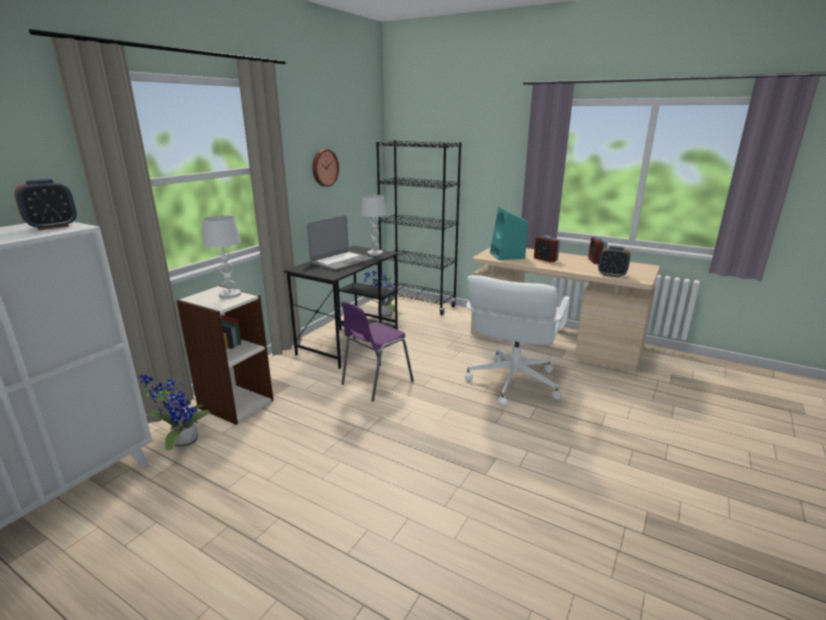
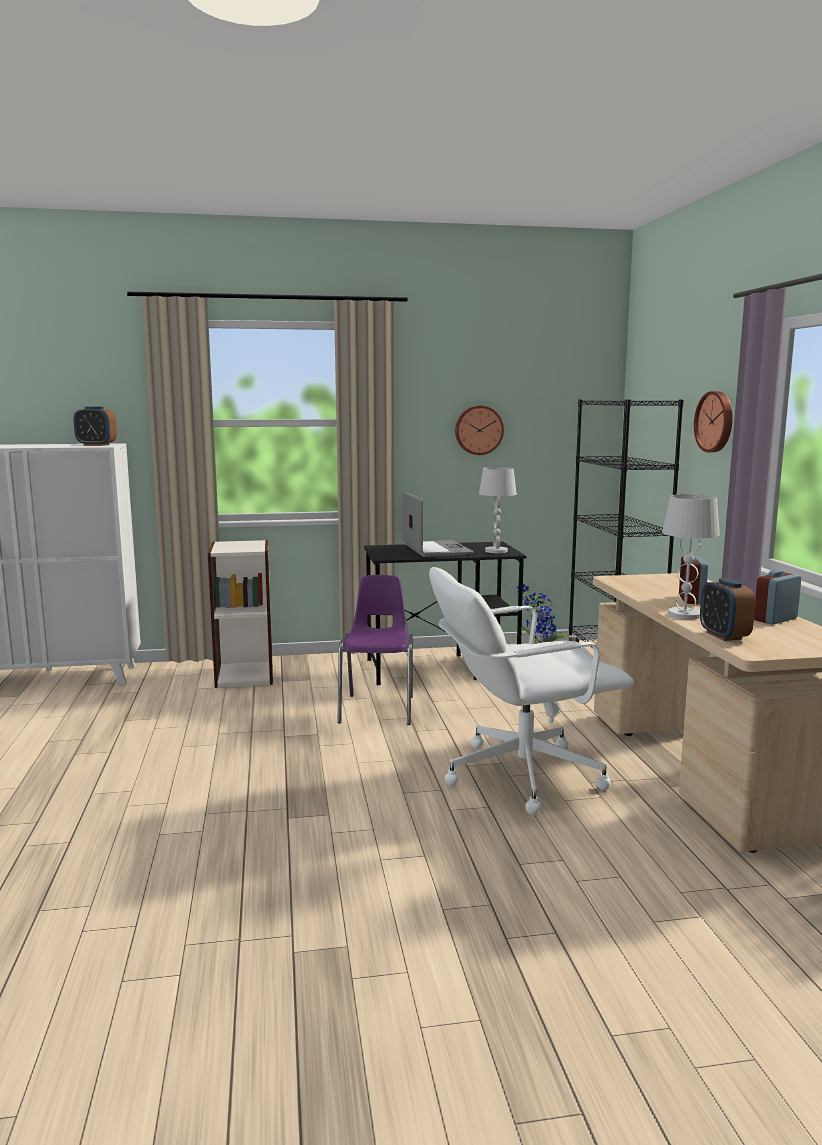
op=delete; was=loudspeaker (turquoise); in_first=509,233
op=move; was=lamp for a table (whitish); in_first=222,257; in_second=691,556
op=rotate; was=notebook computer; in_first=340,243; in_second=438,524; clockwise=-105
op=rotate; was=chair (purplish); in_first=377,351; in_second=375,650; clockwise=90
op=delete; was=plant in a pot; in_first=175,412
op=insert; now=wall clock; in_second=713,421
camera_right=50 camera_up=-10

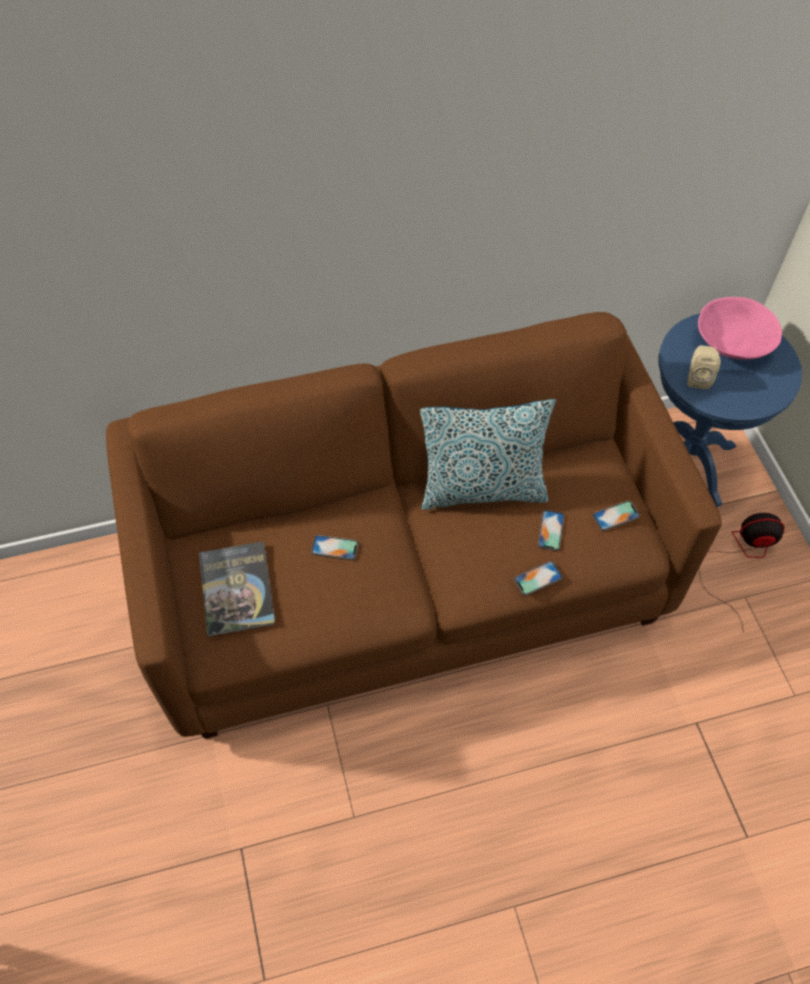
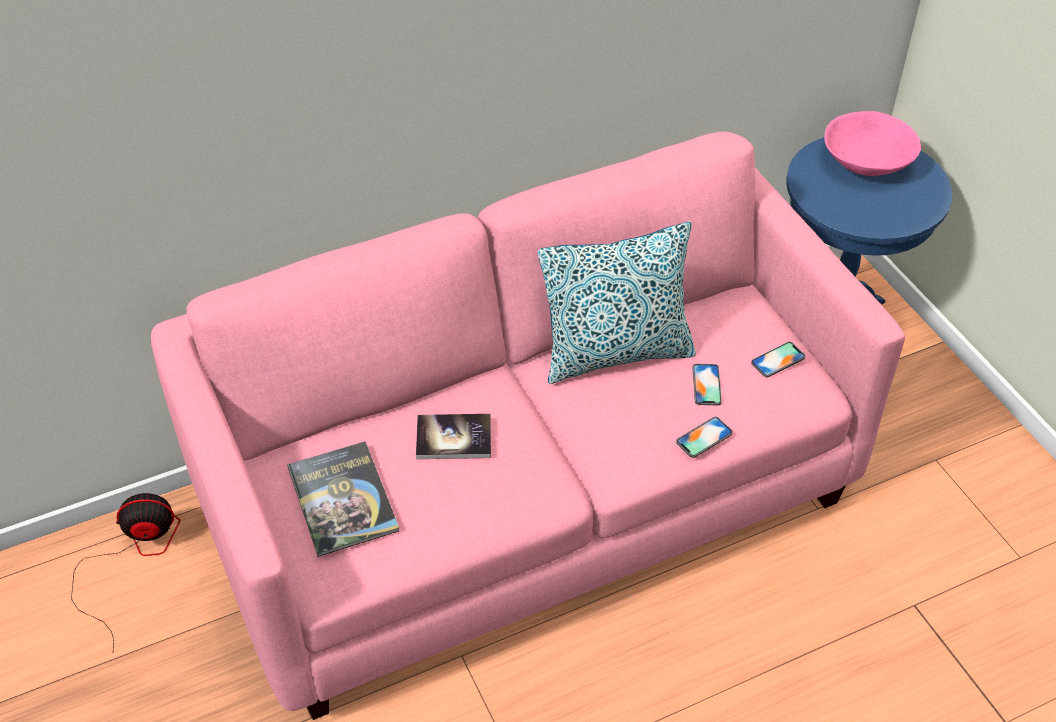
op=recolor; was=sofa (brown); now=sofa (pink-coloured); in_first=414,525; in_second=528,425
op=delete; was=loudspeaker (beige-coloured); in_first=704,367
op=move; was=fan; in_first=742,572; in_second=125,571
op=replace; was=phone; now=bound book; in_first=334,547; in_second=453,436
camera_right=-10 camera_up=-10

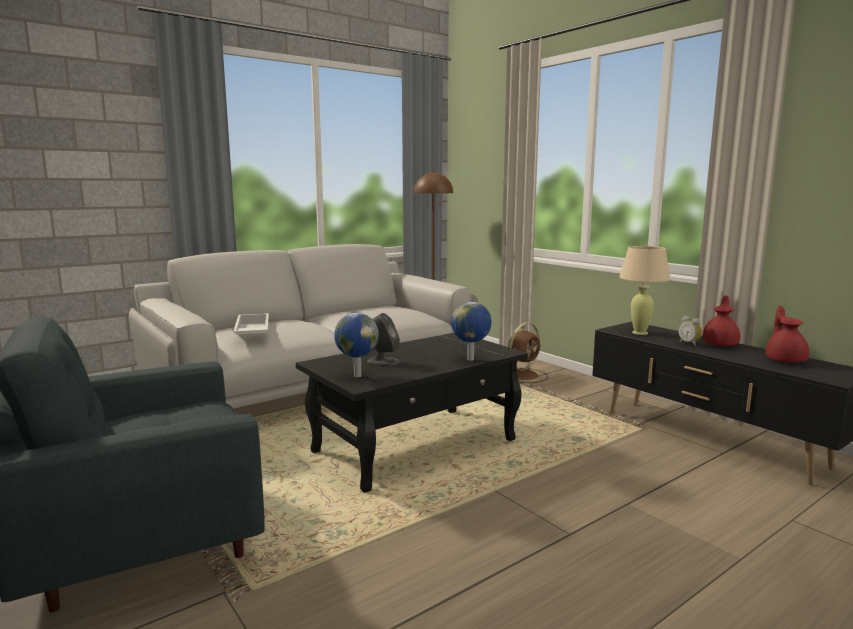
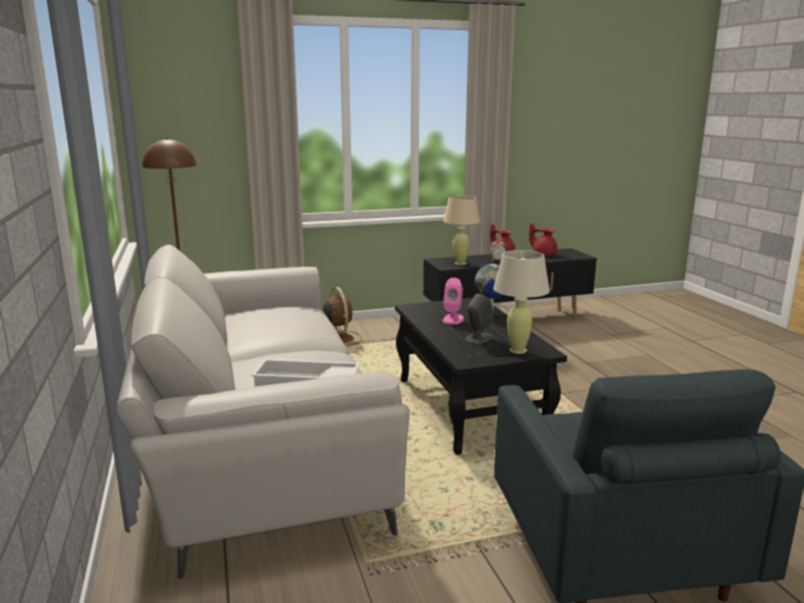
op=replace; was=world globe; now=lamp for a table (beige-coloured); in_first=356,345; in_second=521,302
op=insert; now=loudspeaker (pink-coloured); in_second=453,301
camera_right=-70 camera_up=5

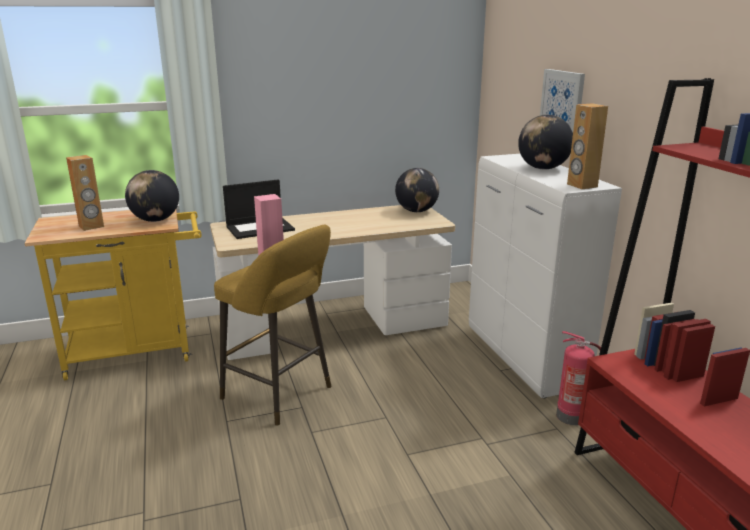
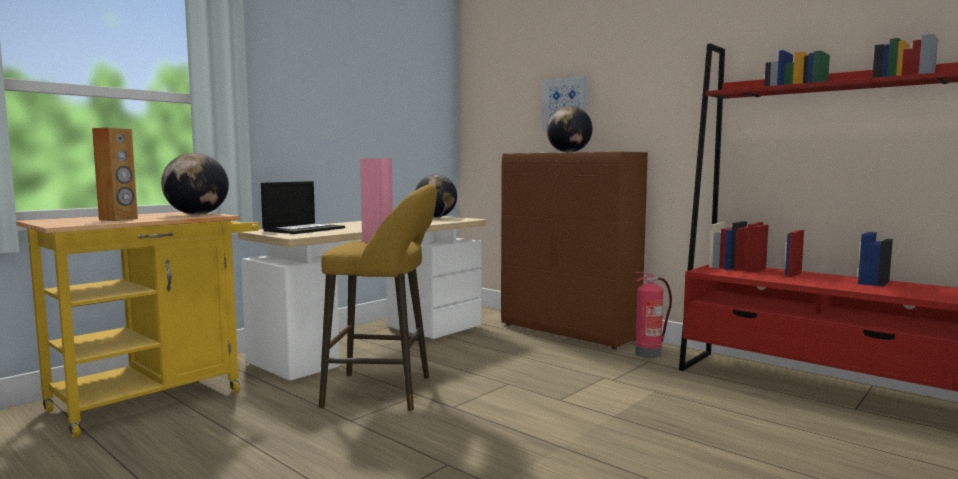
op=delete; was=loudspeaker (brown); in_first=587,146
op=recolor; was=cupboard (whitish); now=cupboard (brown); in_first=545,276; in_second=574,250
camera_right=-30 camera_up=-15

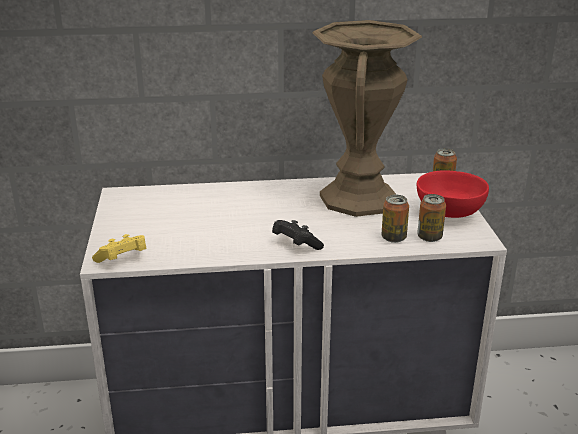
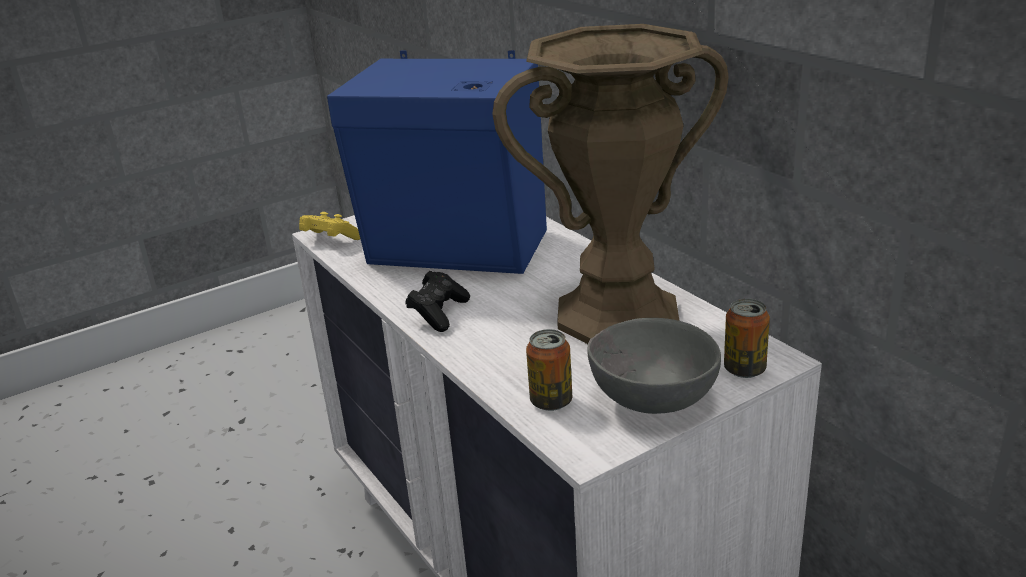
op=recolor; was=deep dish (red-coloured); now=deep dish (greyish); in_first=453,194; in_second=654,366
op=delete; was=sealed can; in_first=395,219
op=insert; now=loudspeaker (bluish); in_second=437,162
camera_right=65 camera_up=0

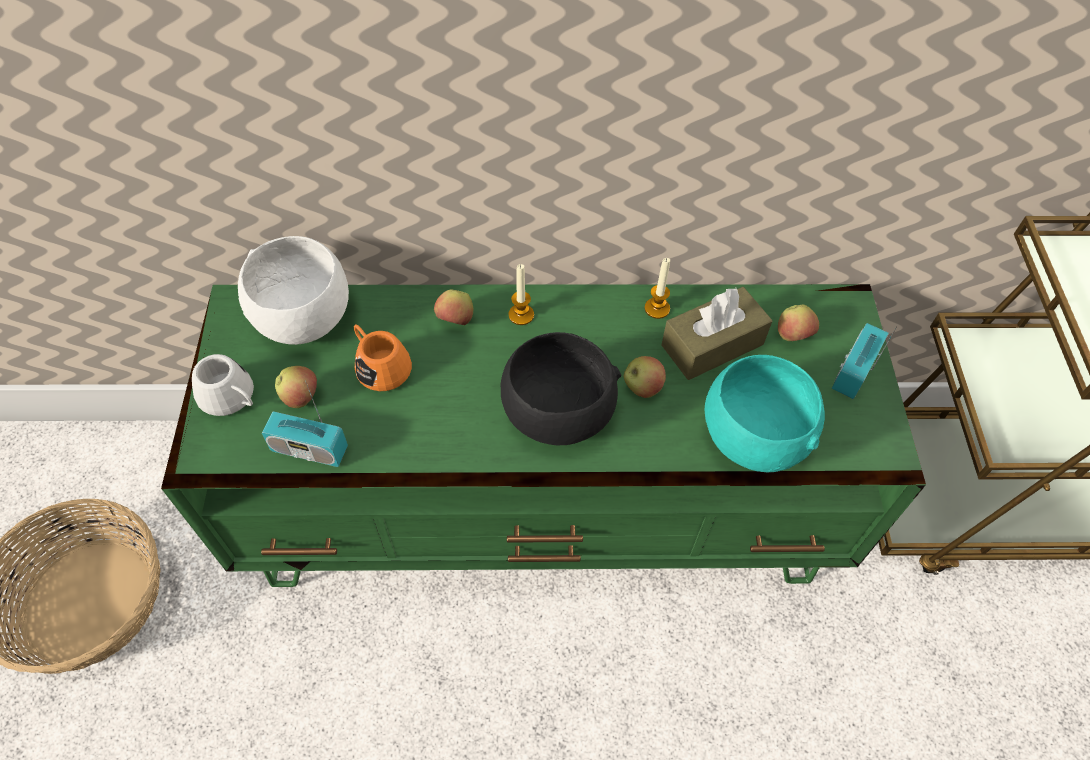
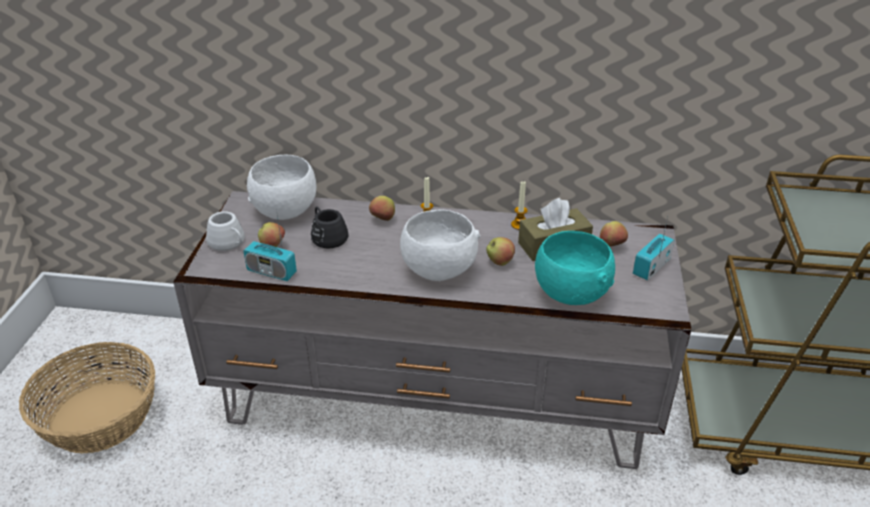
op=recolor; was=media console (green-coloured); now=media console (greyish); in_first=543,435; in_second=432,330
op=recolor; was=tea mug (orangey); now=tea mug (black); in_first=383,357; in_second=330,227
op=recolor; was=deep dish (black); now=deep dish (whitish); in_first=561,388; in_second=440,245
camera_right=10 camera_up=-20

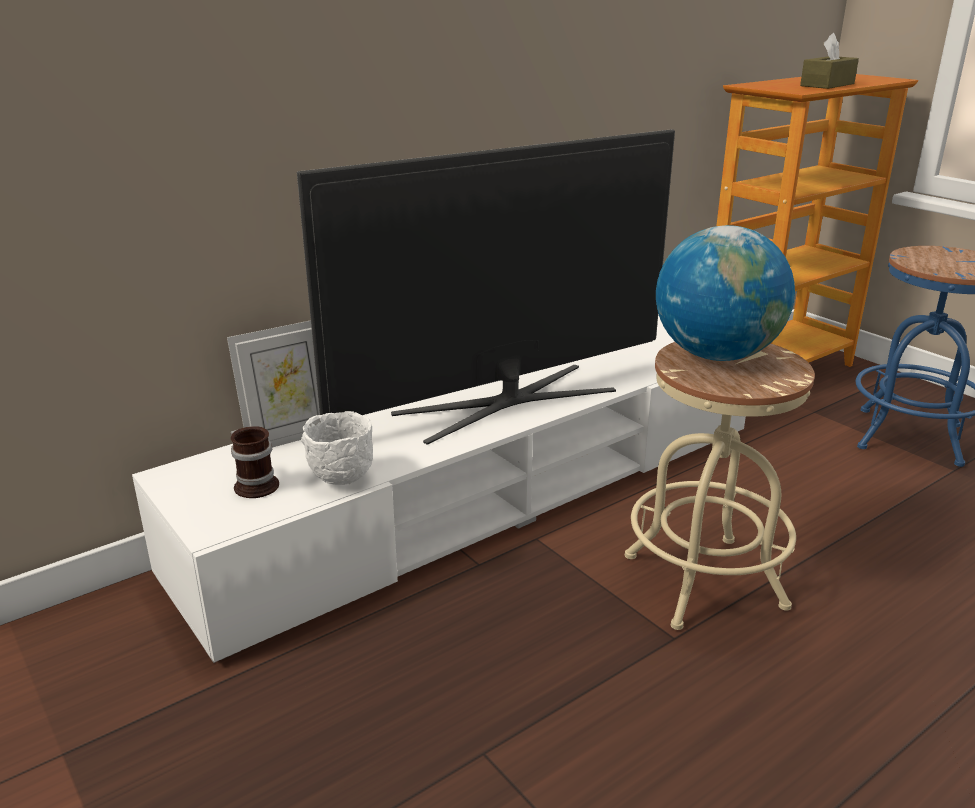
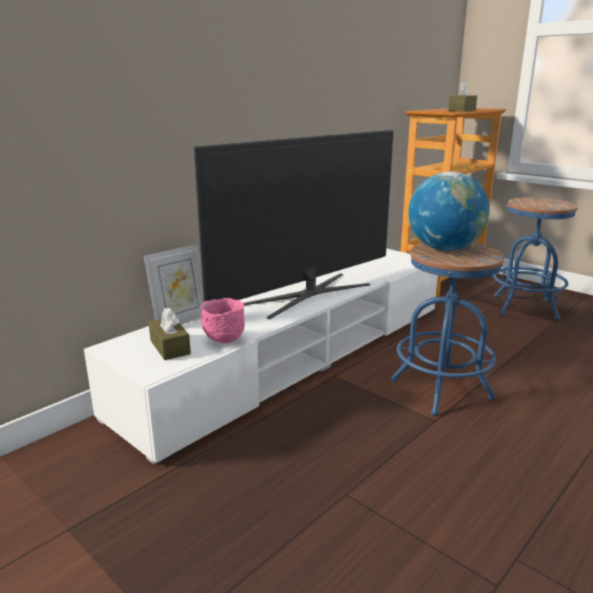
op=recolor; was=stool seat (beige-coloured); now=stool seat (bluish); in_first=720,486; in_second=447,329
op=recolor; was=deep dish (whitish); now=deep dish (pink-coloured); in_first=337,448; in_second=223,320
op=replace; was=tea mug; now=tissue box (brown); in_first=255,462; in_second=170,334
camera_right=-10 camera_up=-5

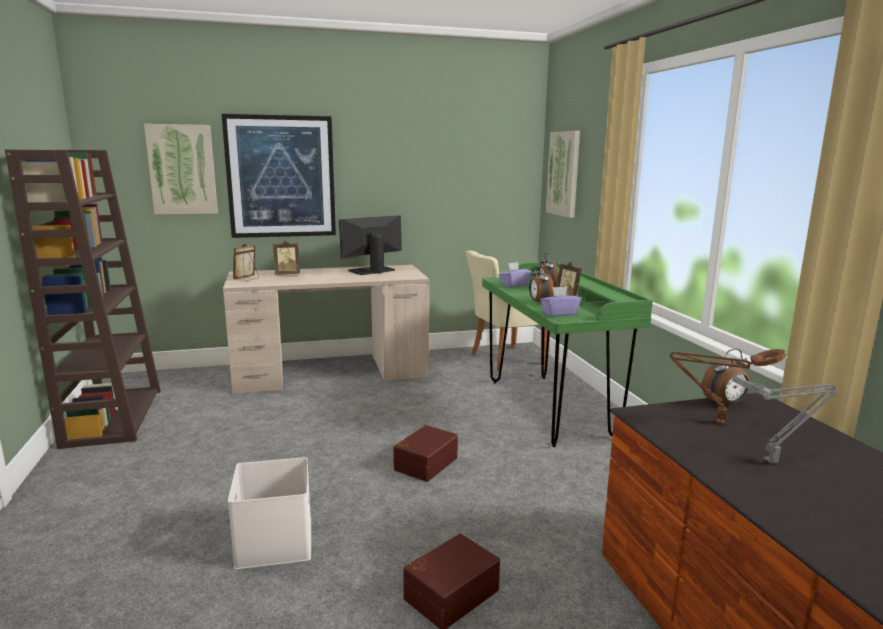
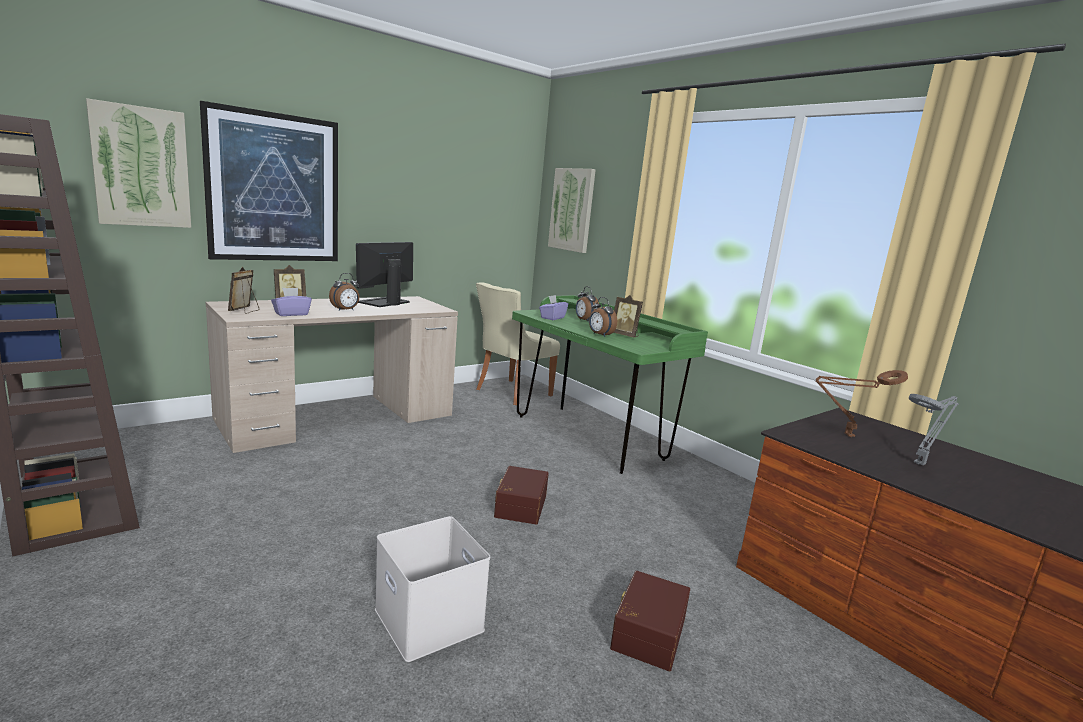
op=move; was=tissue box (purplish); in_first=560,301; in_second=291,302
op=move; was=table clock; in_first=726,377; in_second=344,292
camera_right=-25 camera_up=0

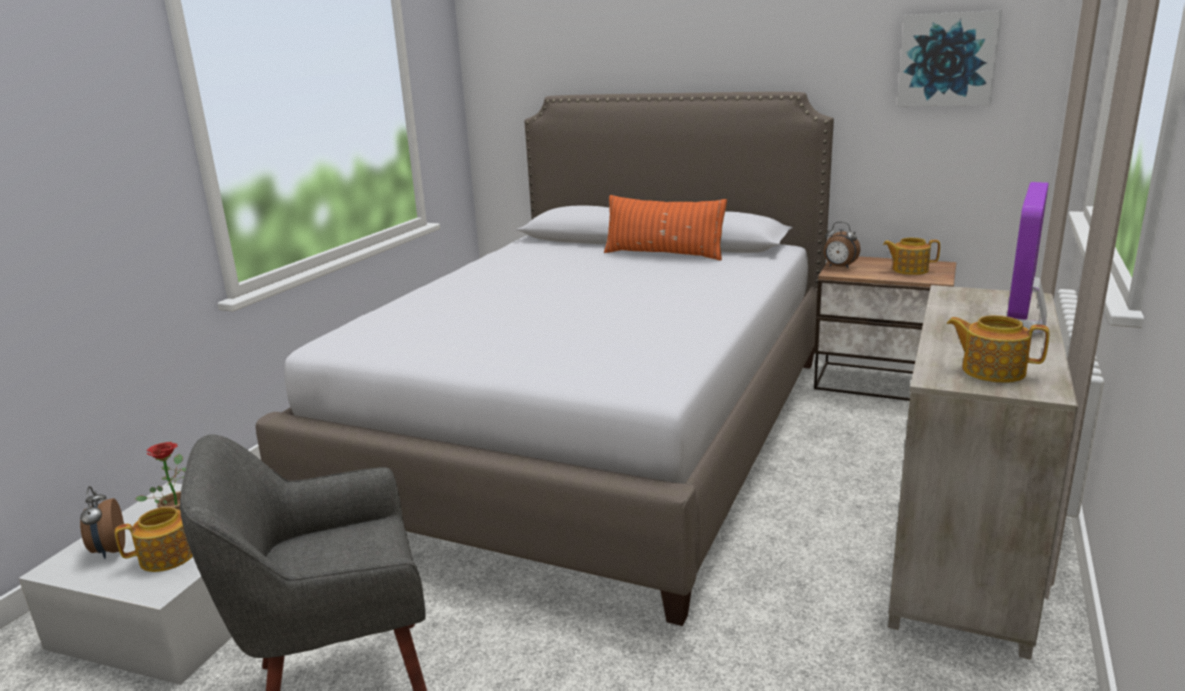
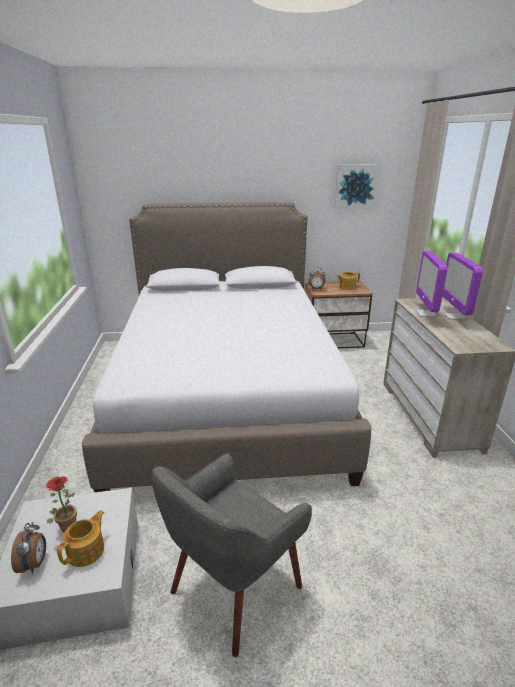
op=delete; was=cushion (orangey); in_first=665,228
op=delete; was=teapot; in_first=998,349
op=rotate; was=table clock; in_first=102,522; in_second=28,547; clockwise=-135
op=insert; now=monitor; in_second=432,284
camera_right=-30 camera_up=5

